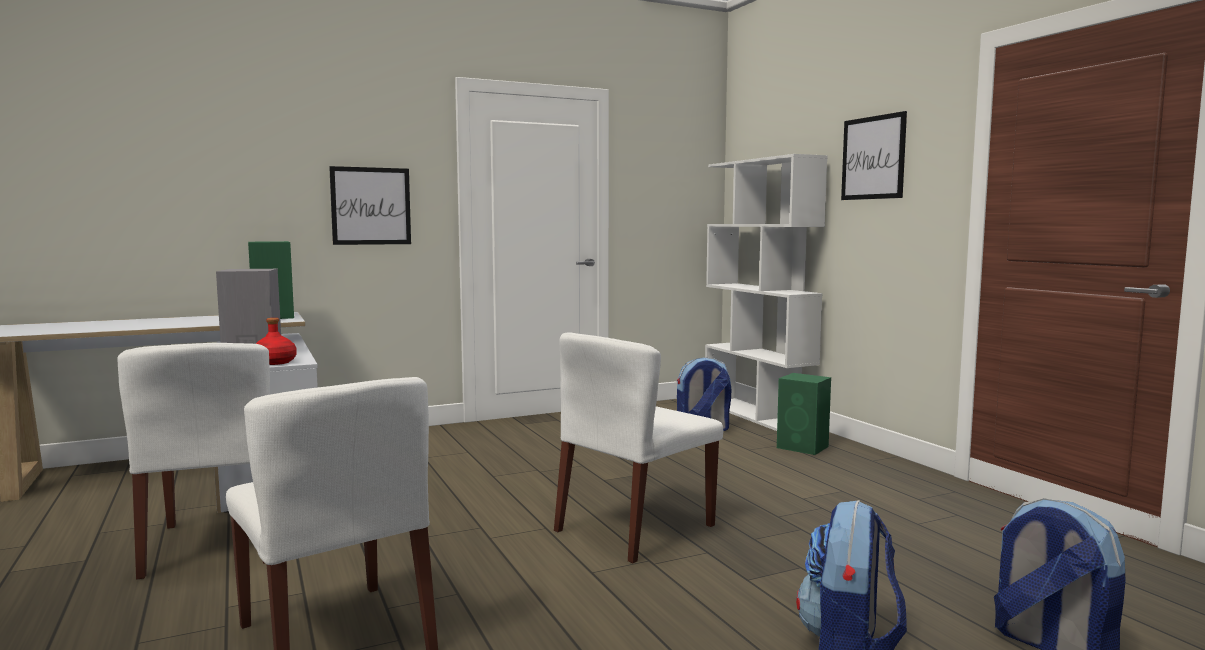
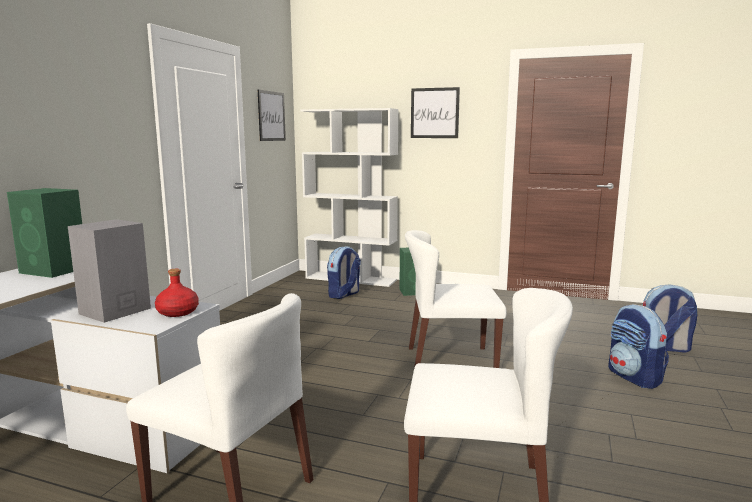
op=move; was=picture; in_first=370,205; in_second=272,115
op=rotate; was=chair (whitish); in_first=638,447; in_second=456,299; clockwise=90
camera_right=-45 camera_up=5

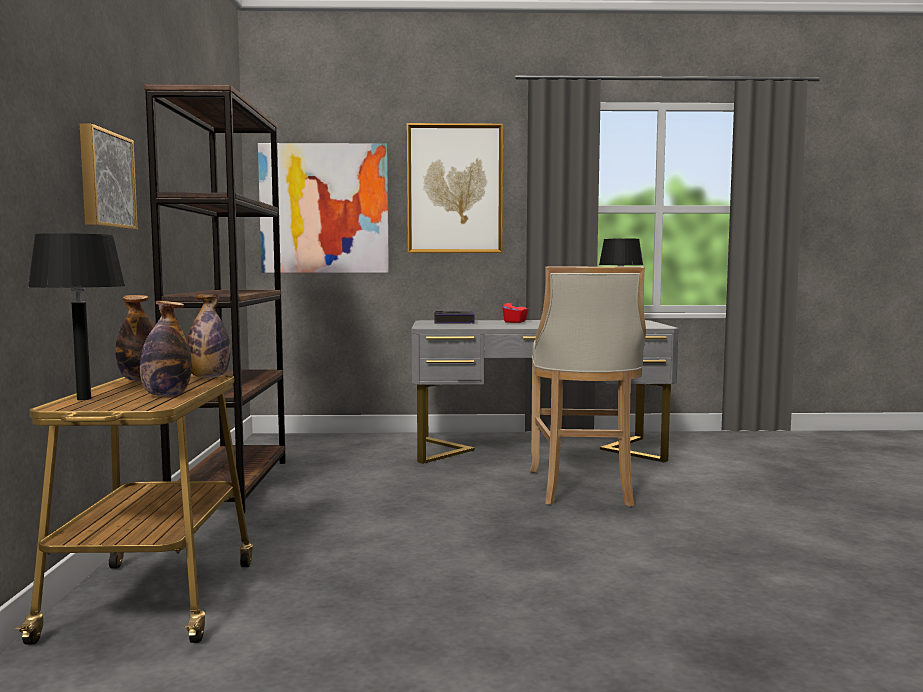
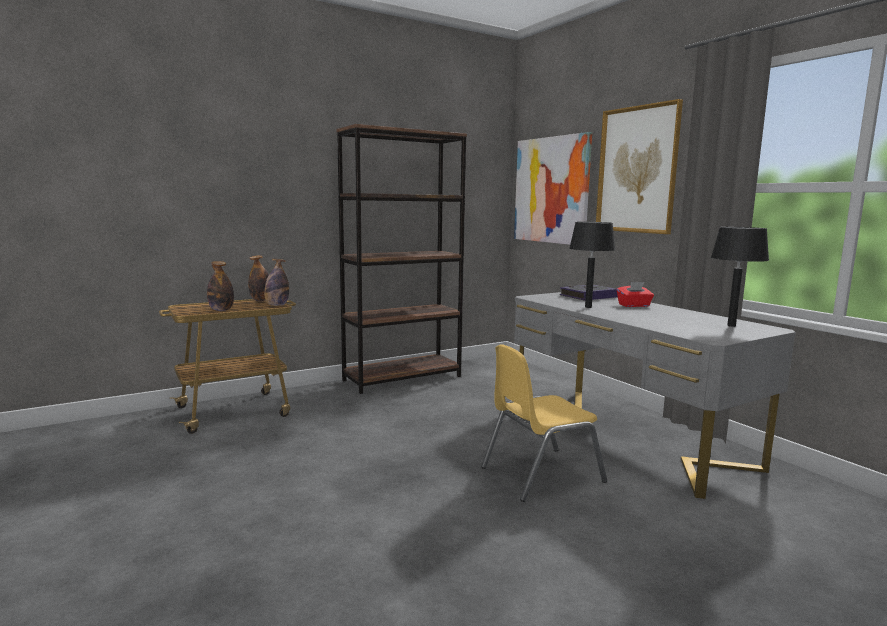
op=delete; was=picture; in_first=108,176
op=move; was=lamp for a table (black); in_first=76,316; in_second=592,265
op=replace; was=stool seat (beige-coloured); now=chair (yellowish); in_first=588,386; in_second=544,423
camera_right=60 camera_up=5

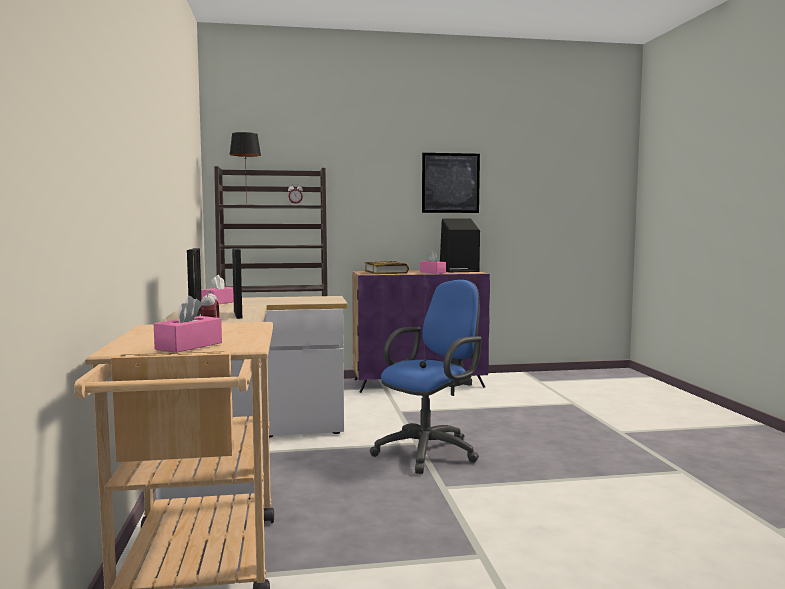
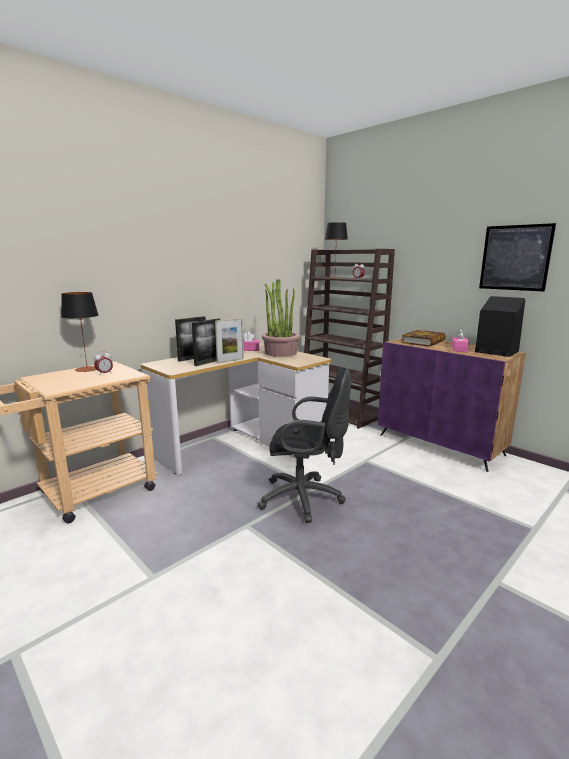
op=recolor; was=desk chair (bluish); now=desk chair (black); in_first=426,377; in_second=304,445
op=delete; was=tissue box (pink-coloured); in_first=188,324
op=insert; now=plant in a pot; in_second=281,318
op=insert; now=lamp for a table; in_second=79,332
op=insert; now=picture frame; in_second=229,340
camera_right=55 camera_up=10

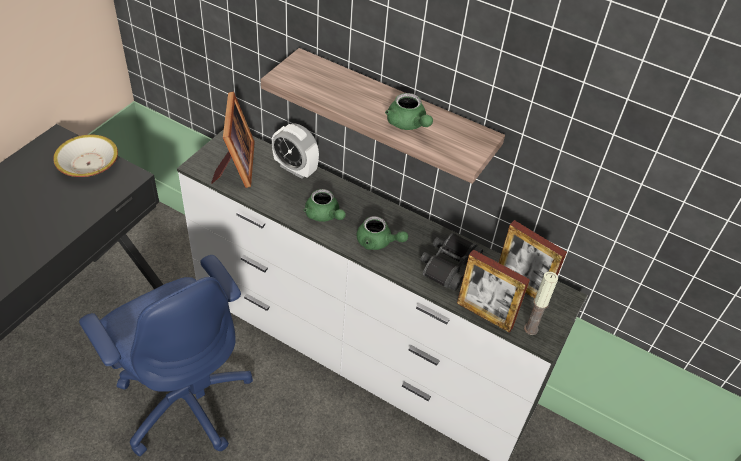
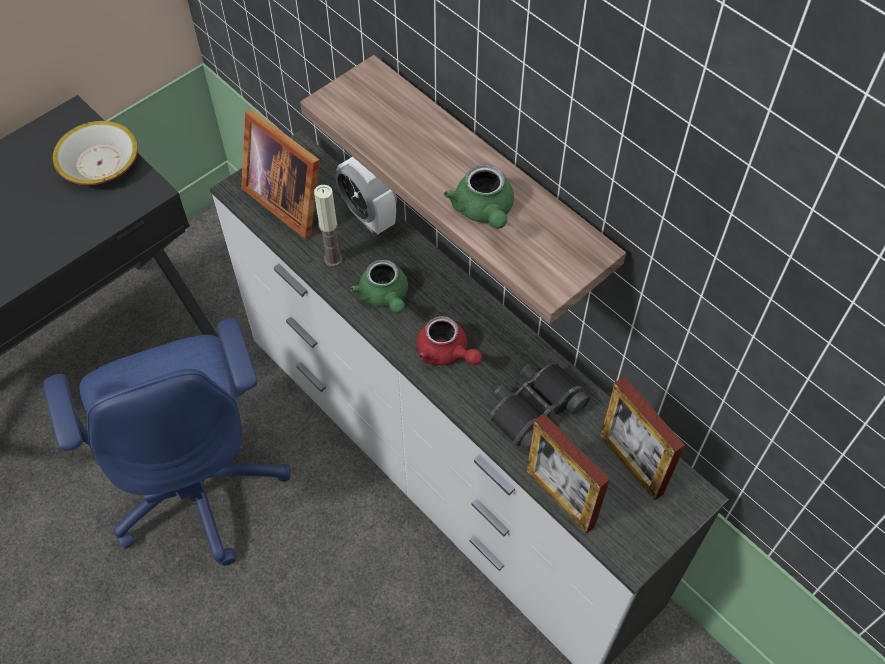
op=rotate; was=picture frame; in_first=233,140; in_second=280,174; clockwise=120
op=recolor; was=teapot (green-coloured); now=teapot (red-coloured); in_first=382,233; in_second=449,340
op=move; was=candle; in_first=541,303; in_second=328,225
camera_right=20 camera_up=10

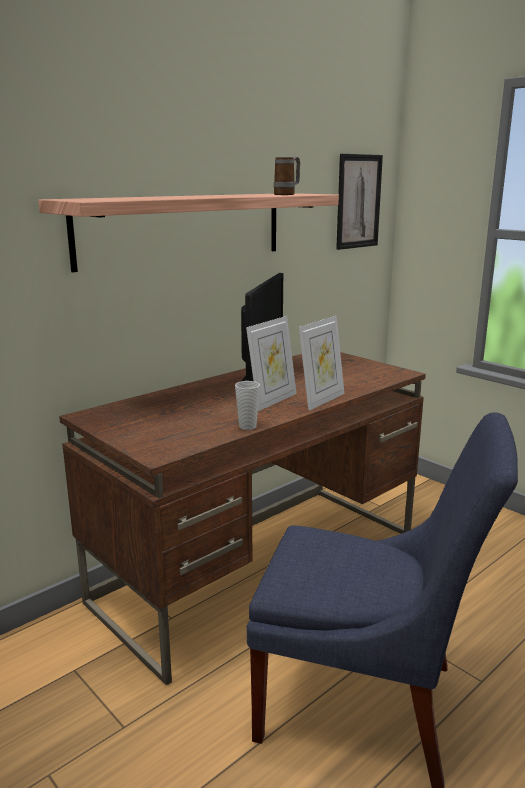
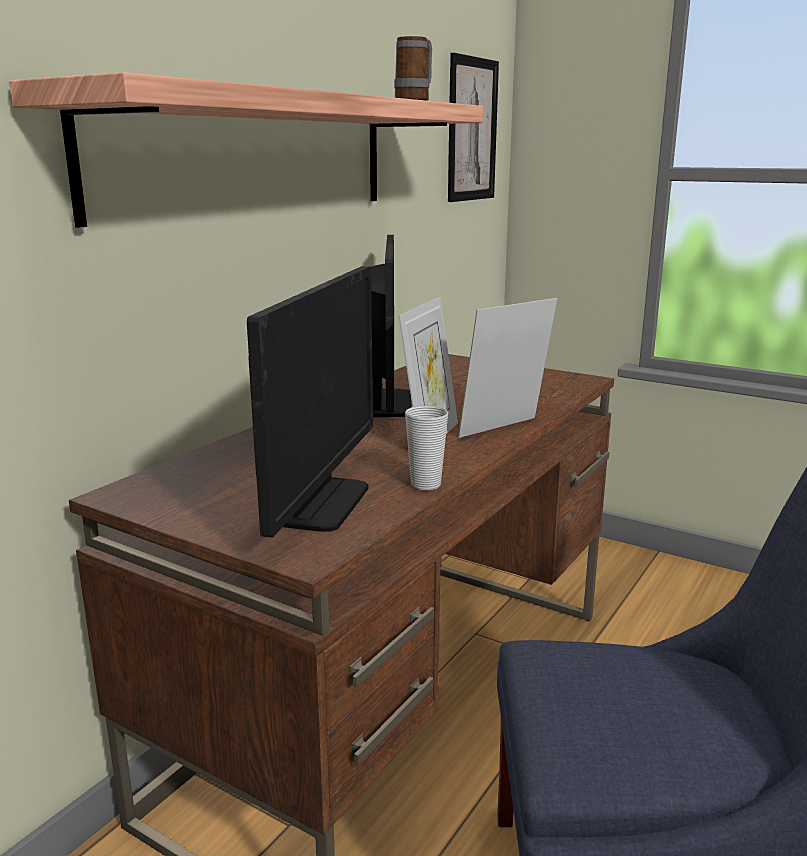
op=rotate; was=picture frame; in_first=322,363; in_second=507,368; clockwise=-150
op=insert; now=monitor; in_second=310,402
camera_right=-15 camera_up=0

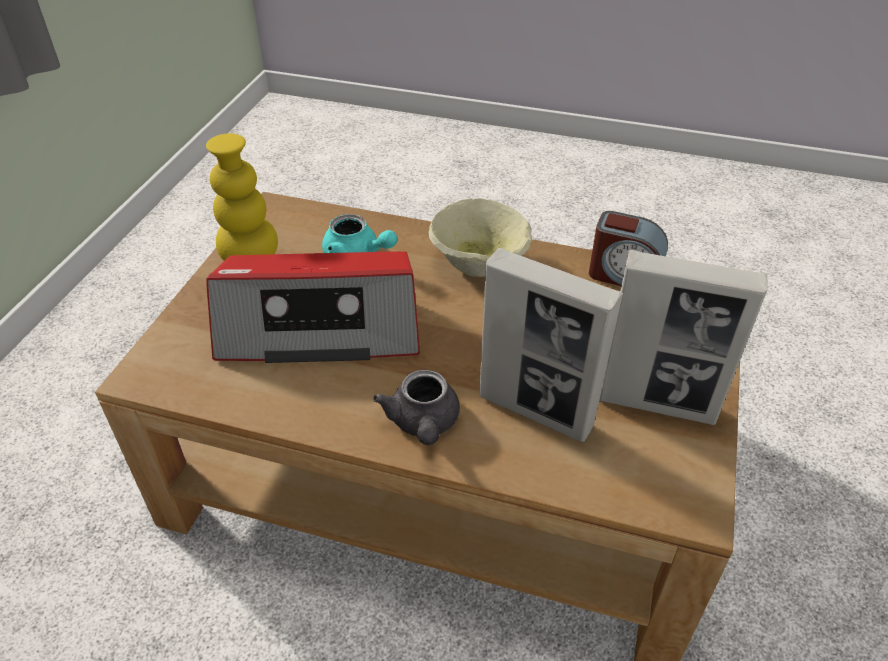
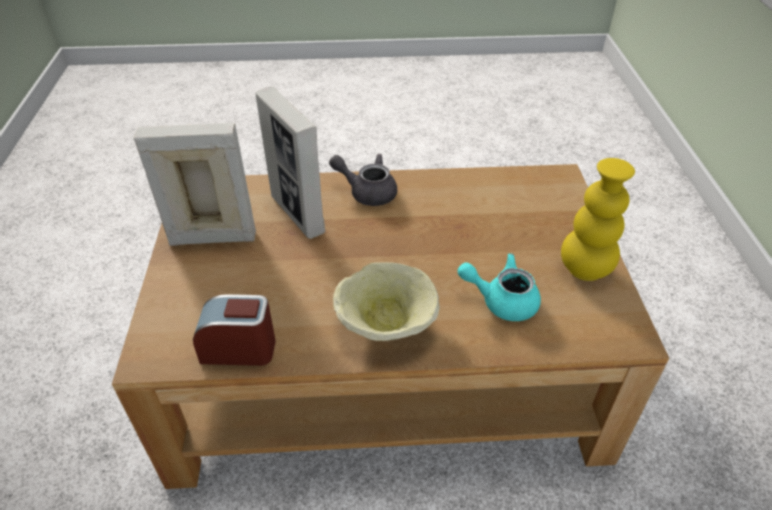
op=rotate; was=picture frame; in_first=551,345; in_second=290,162; clockwise=-135
op=delete; was=radio set; in_first=313,307
op=rotate; was=teapot (greyish); in_first=416,407; in_second=363,180; clockwise=-45
camera_right=160 camera_up=0

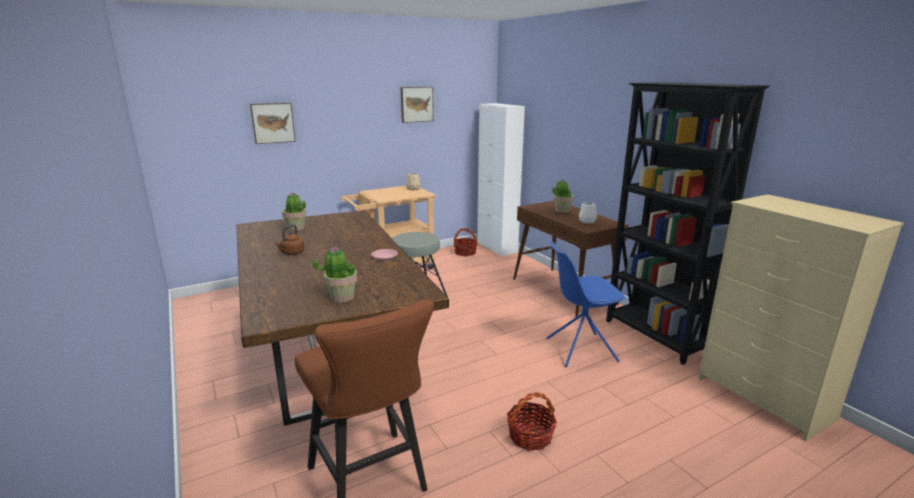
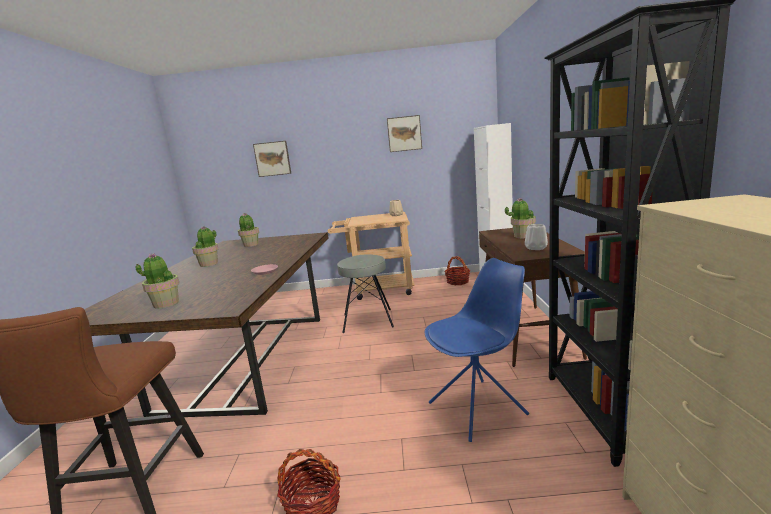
op=replace; was=tea kettle (brown); now=plant in a pot; in_first=290,240; in_second=205,246
op=rotate; was=chair (bluish); in_first=586,304; in_second=476,350; clockwise=135
camera_right=30 camera_up=-5

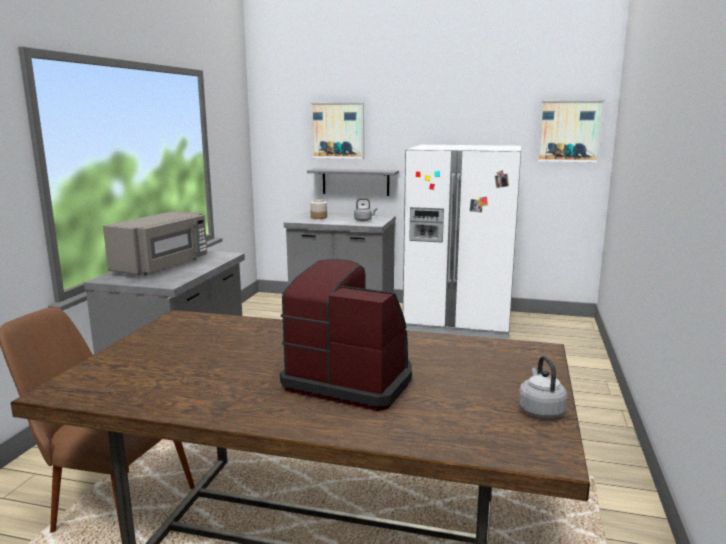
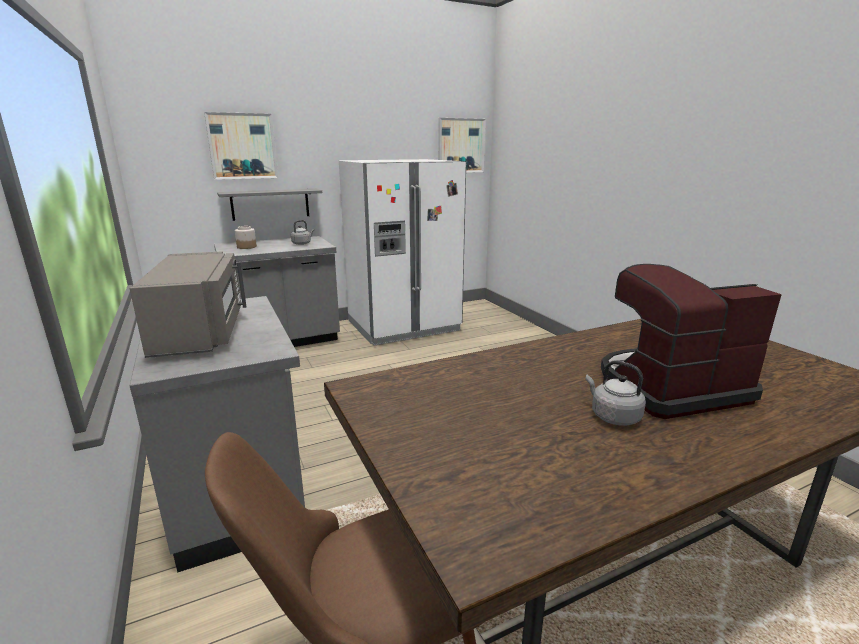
op=move; was=tea kettle (greyish); in_first=542,387; in_second=616,393
camera_right=-40 camera_up=5

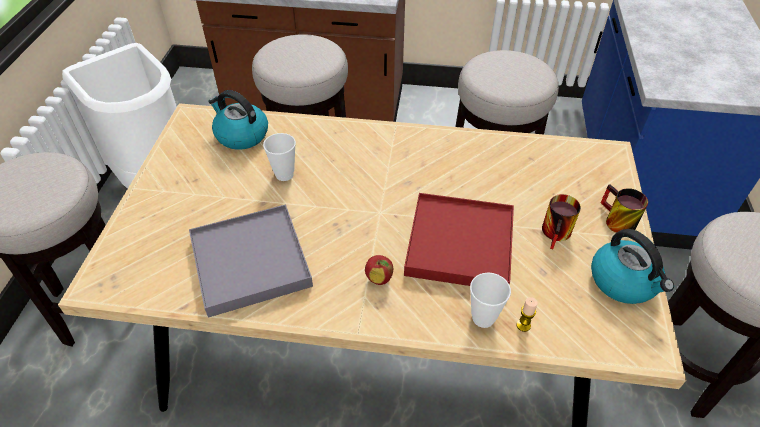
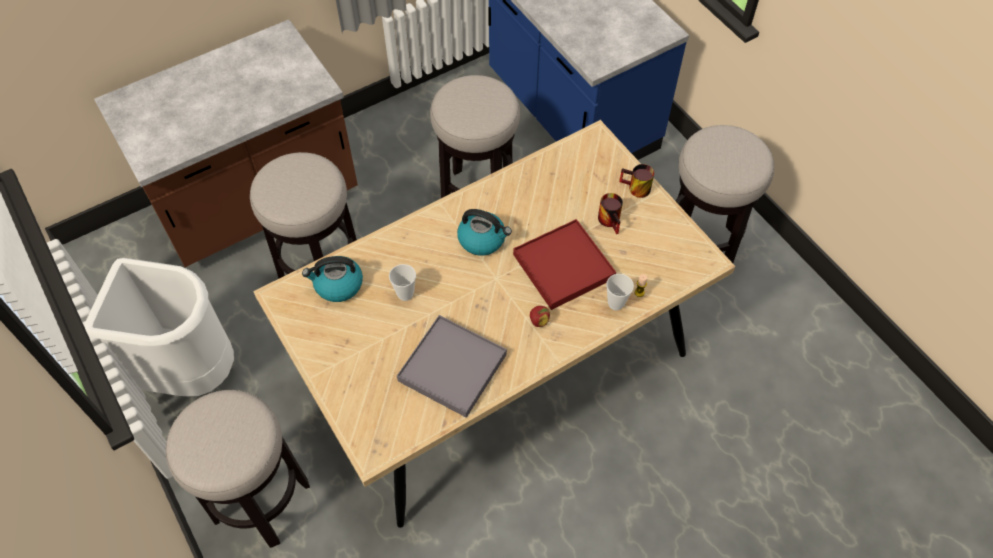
op=move; was=tea kettle; in_first=632,266; in_second=484,232
camera_right=-40 camera_up=10

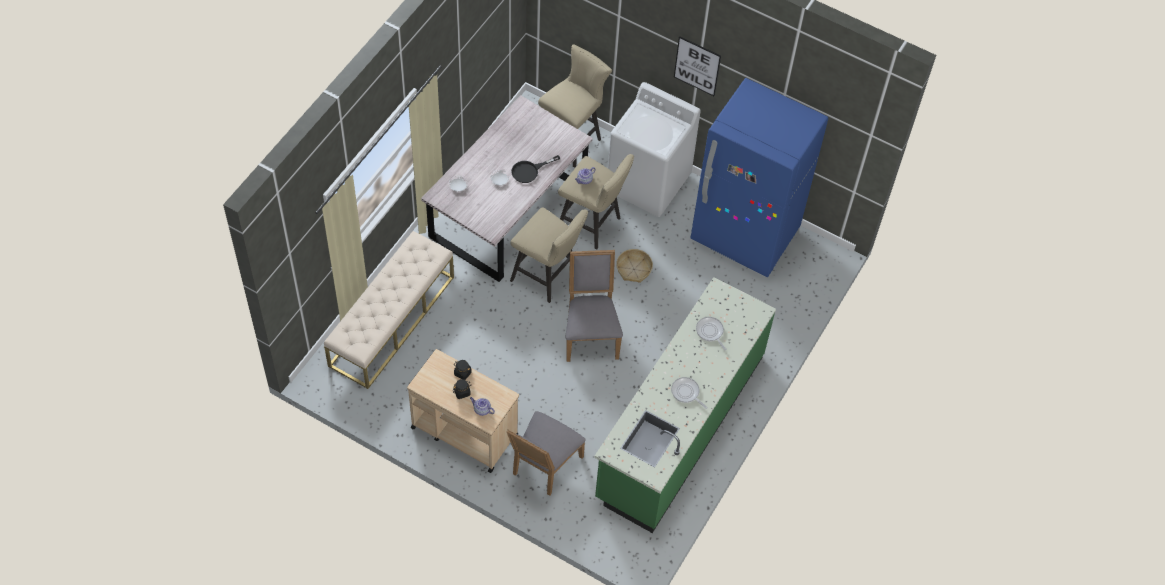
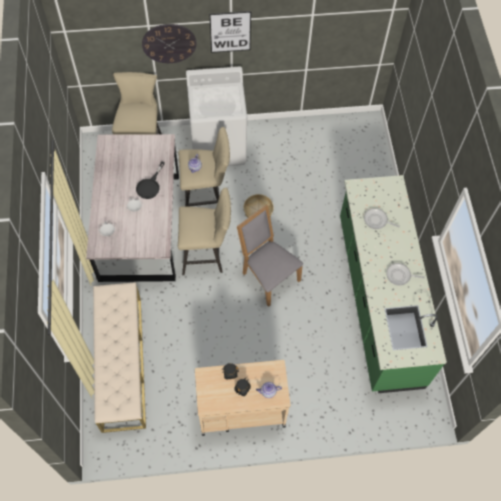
op=delete; was=refrigerator (bluish); in_first=759,177
op=delete; was=chair (greyish); in_first=546,453
op=insert; now=wall clock; in_second=169,43
camera_right=-35 camera_up=5

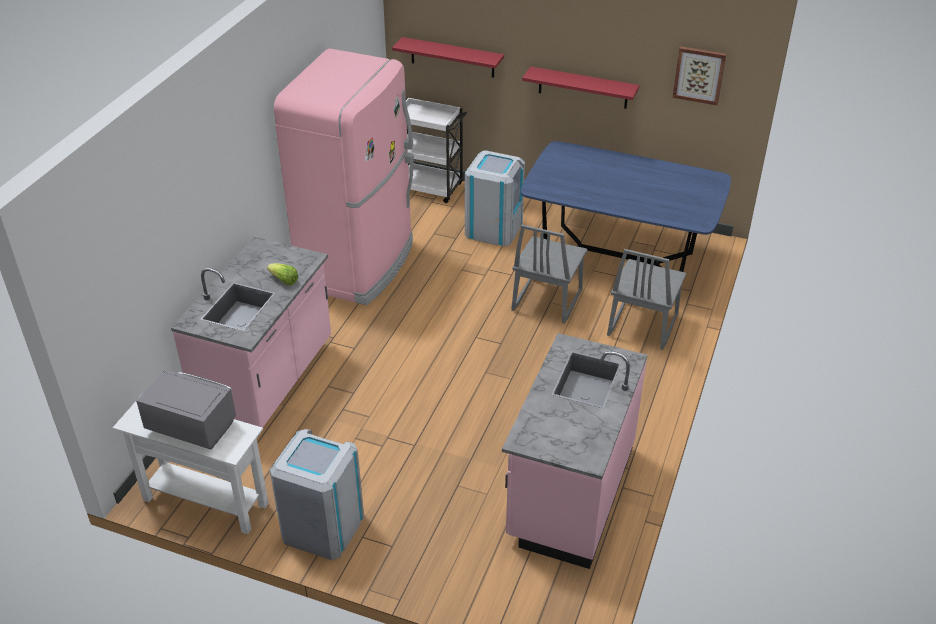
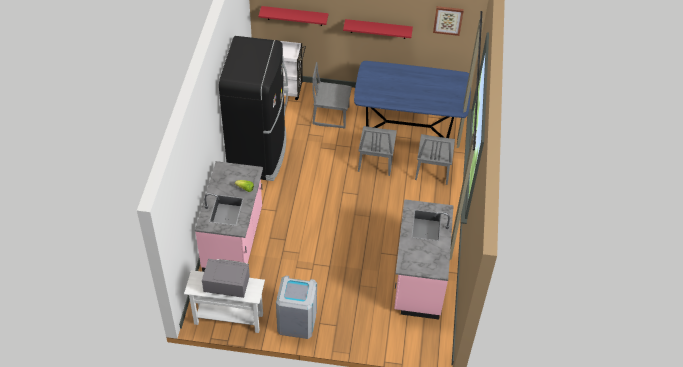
op=recolor; was=refrigerator (pink-coloured); now=refrigerator (black); in_first=344,176; in_second=253,108
op=replace; was=trash can (greyish); now=chair (greyish); in_first=495,198; in_second=332,95
camera_right=-15 camera_up=10

